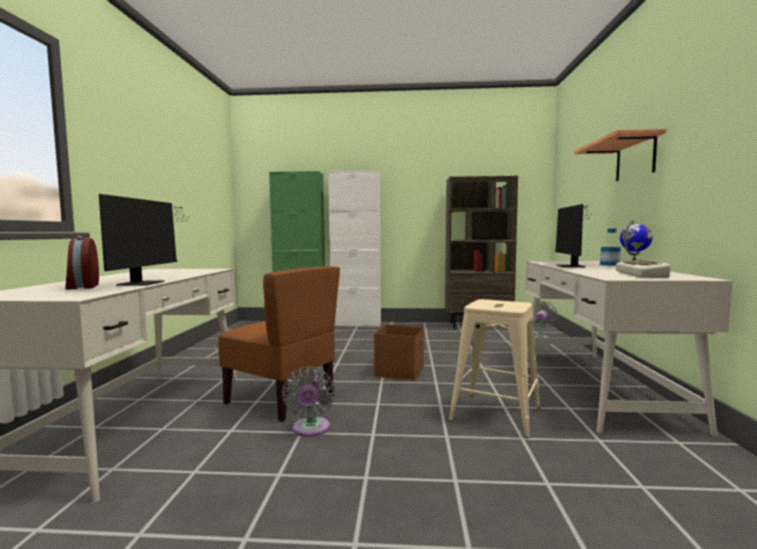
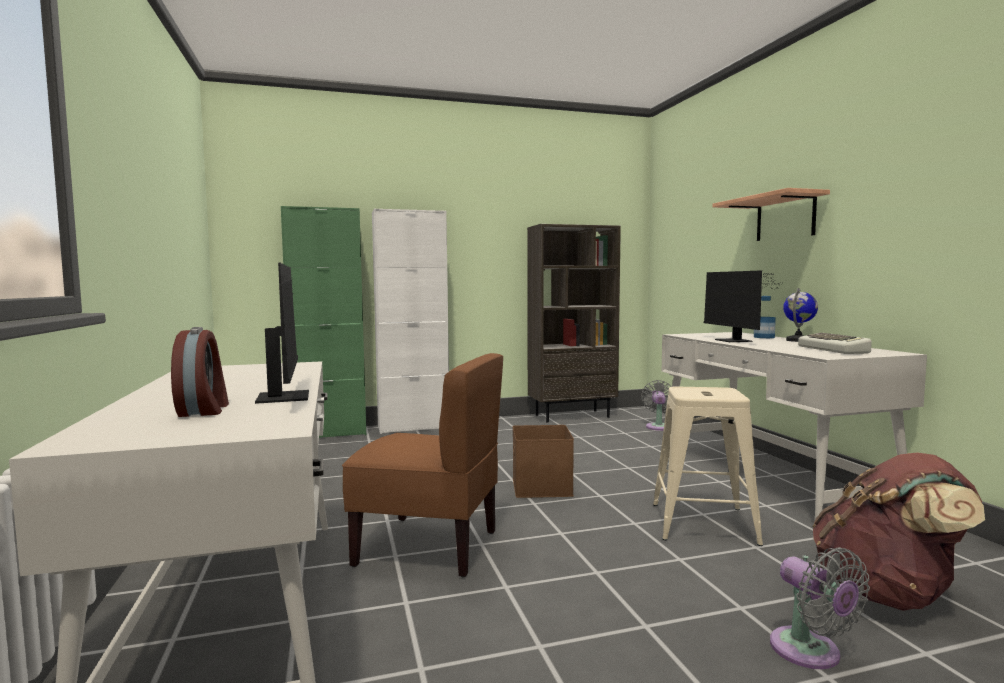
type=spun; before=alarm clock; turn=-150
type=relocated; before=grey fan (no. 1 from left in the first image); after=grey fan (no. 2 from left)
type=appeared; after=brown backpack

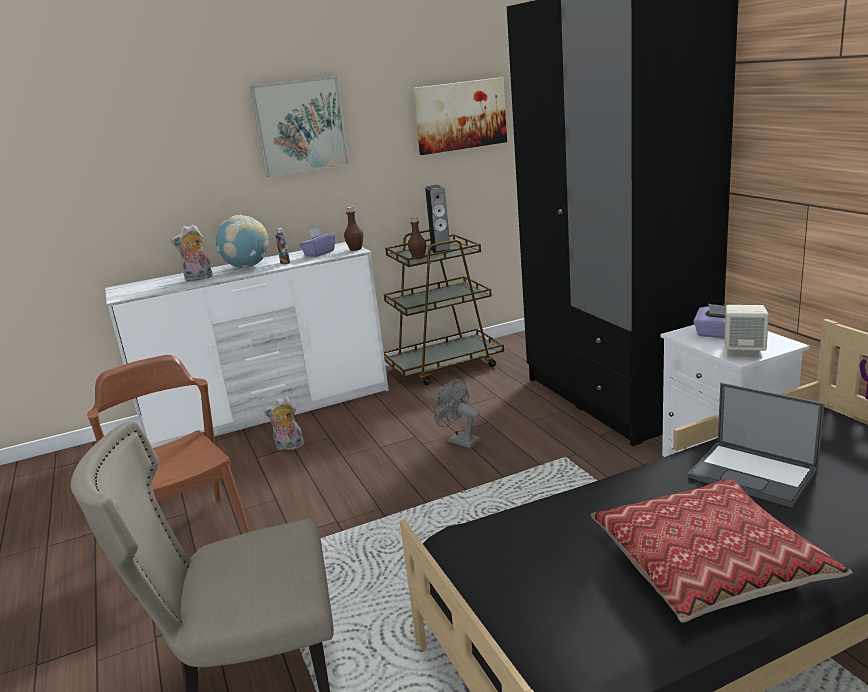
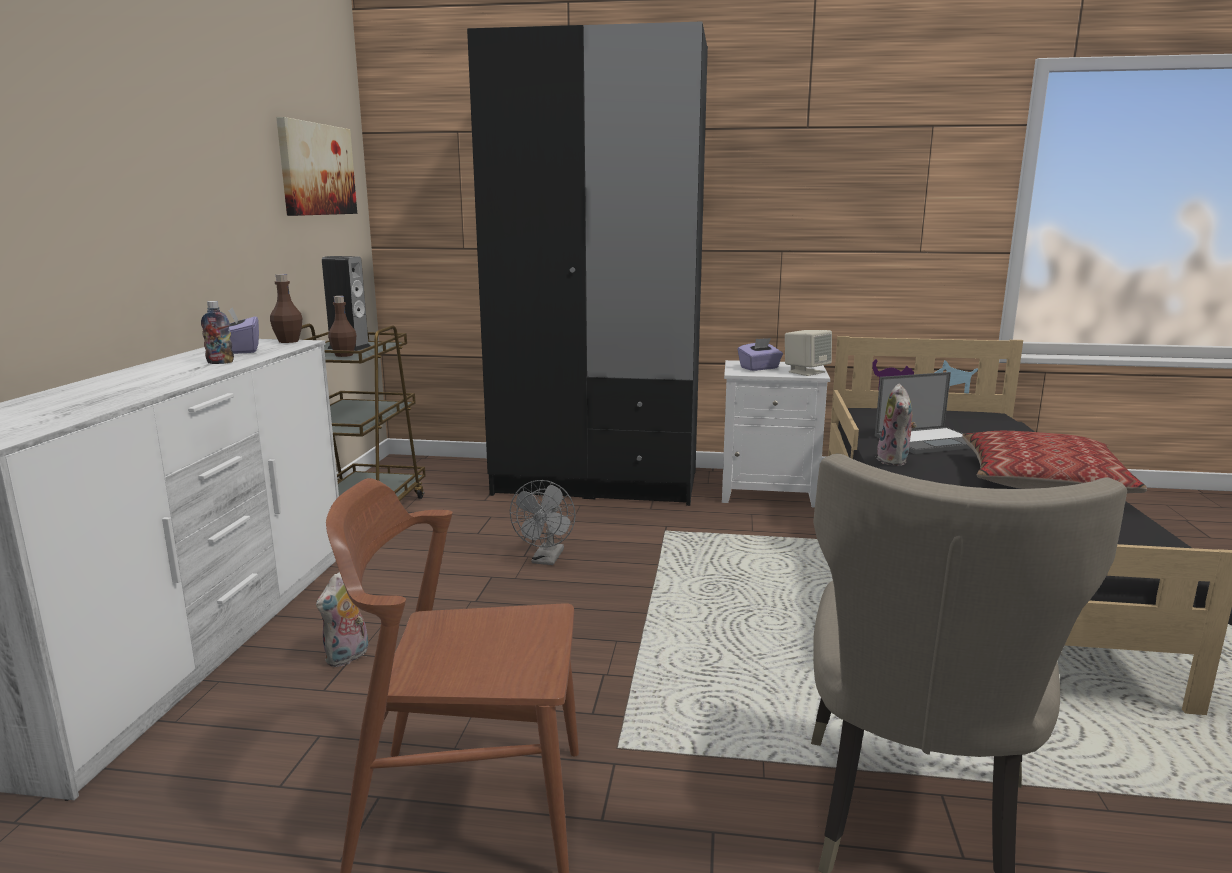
type=relocated; before=plush toy (no. 1 from left in the first image); after=plush toy (no. 2 from left)
type=missing; before=globe
type=missing; before=picture (no. 1 from left)
type=spun; before=grey fan; turn=-60

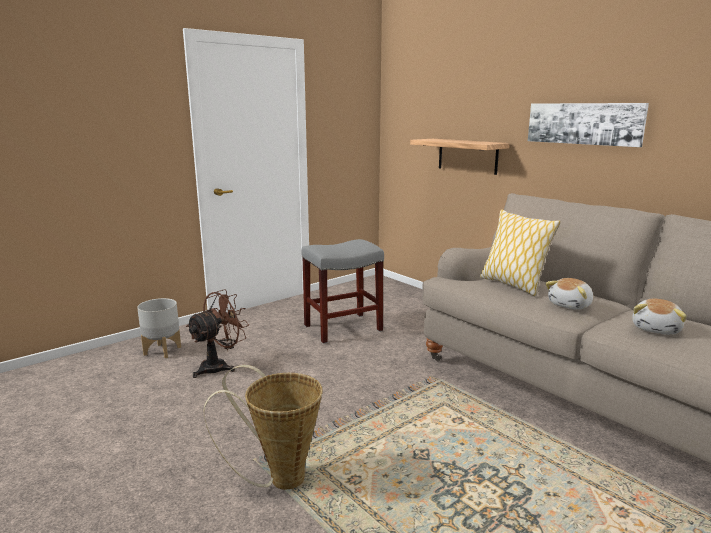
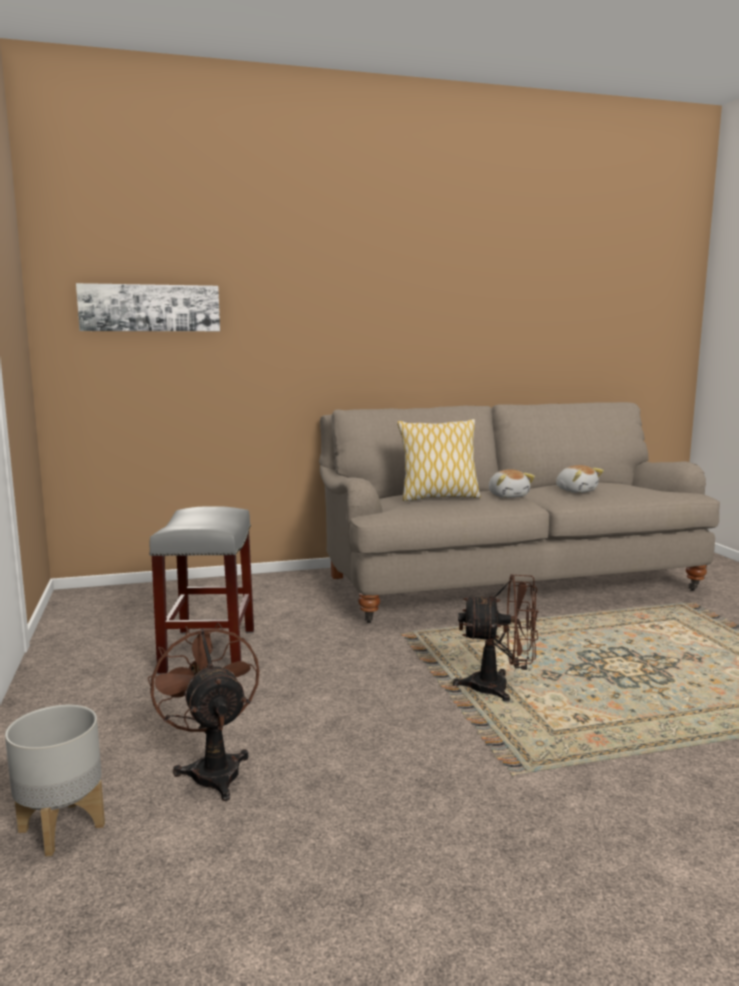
type=missing; before=basket
type=missing; before=shelf
type=relocated; before=picture
type=appeared; after=brown fan (no. 2 from left)

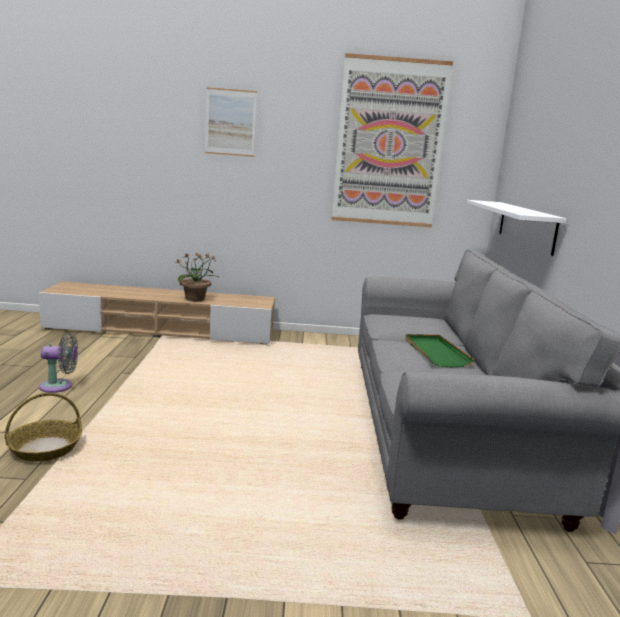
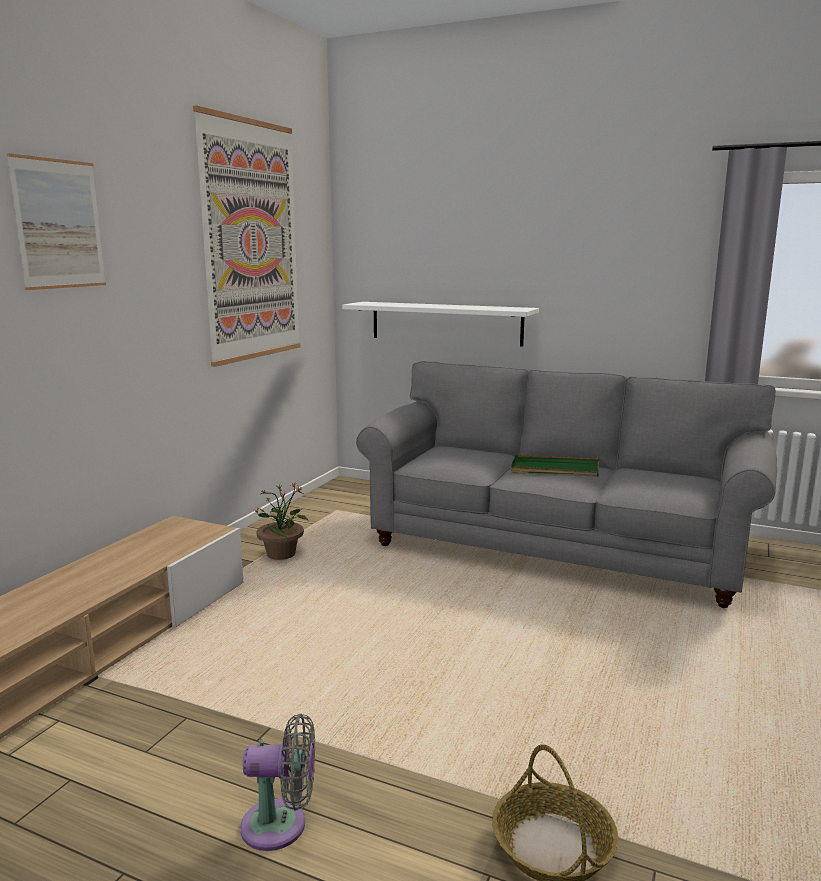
type=spun; before=grey fan; turn=75
type=relocated; before=potted plant

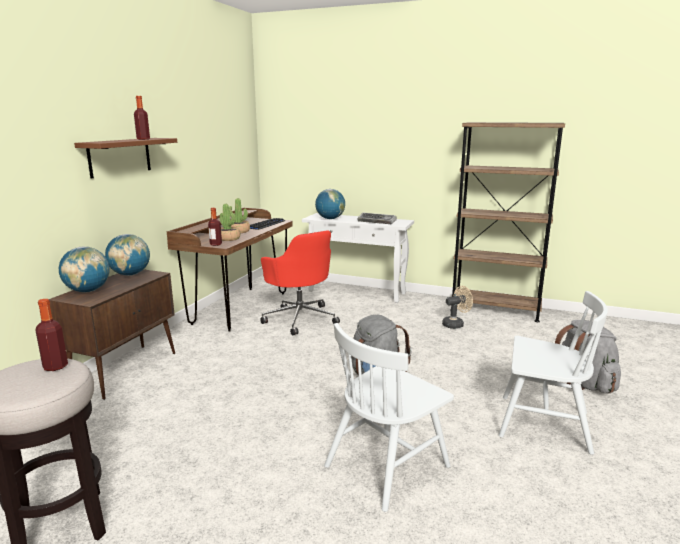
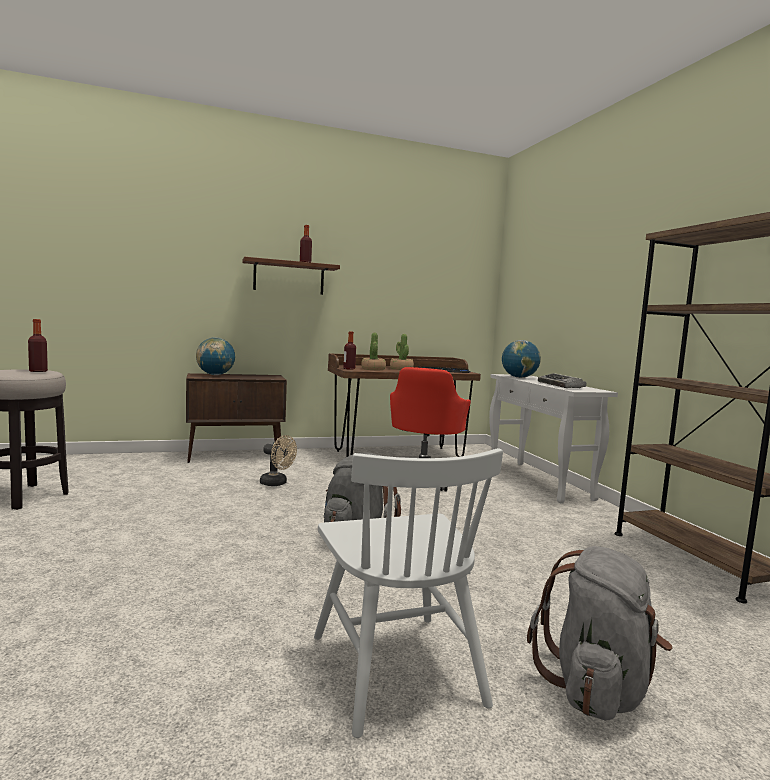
type=missing; before=globe (no. 2 from left)
type=missing; before=white chair (no. 1 from left)
type=relocated; before=beige fan

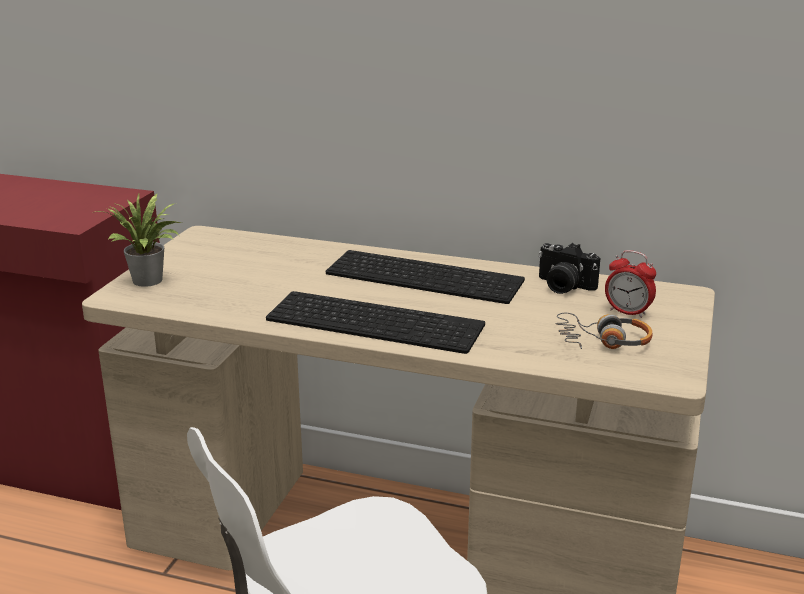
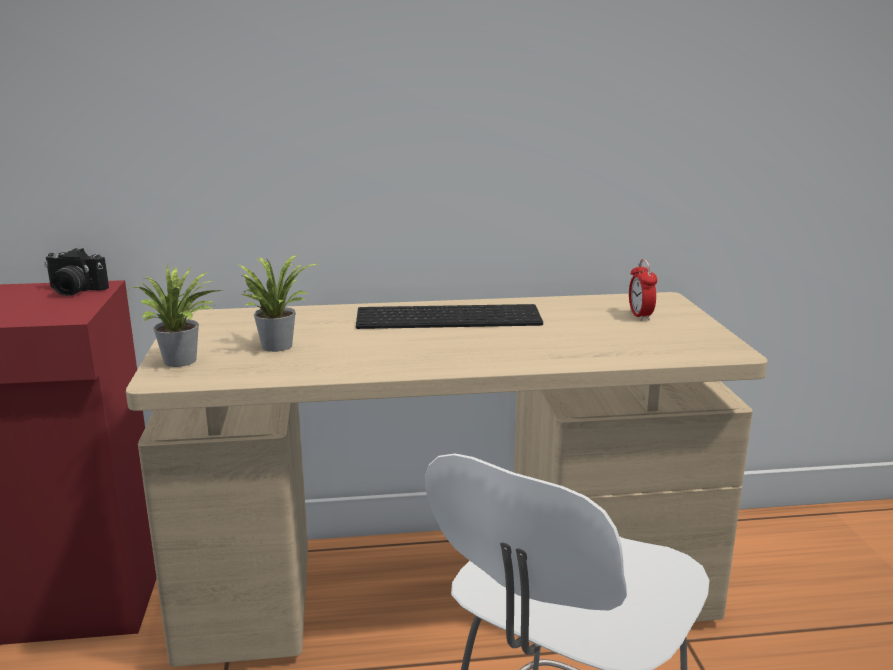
type=missing; before=keyboard (no. 1 from left)
type=relocated; before=photo camera
type=missing; before=headphones
type=spun; before=alarm clock; turn=75
type=appeared; after=potted plant (no. 2 from left)

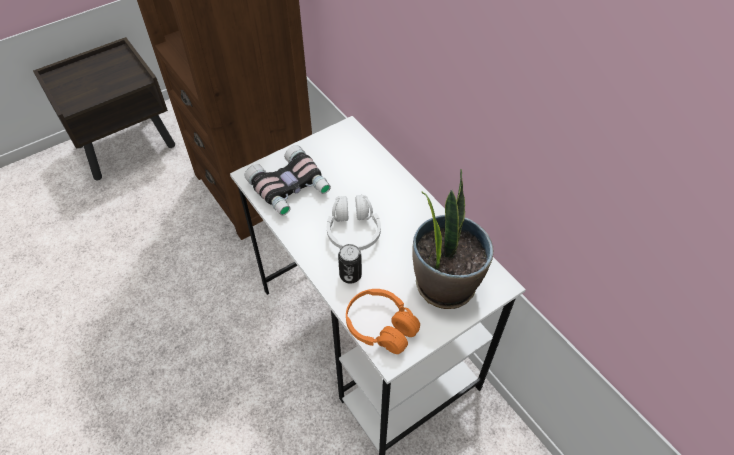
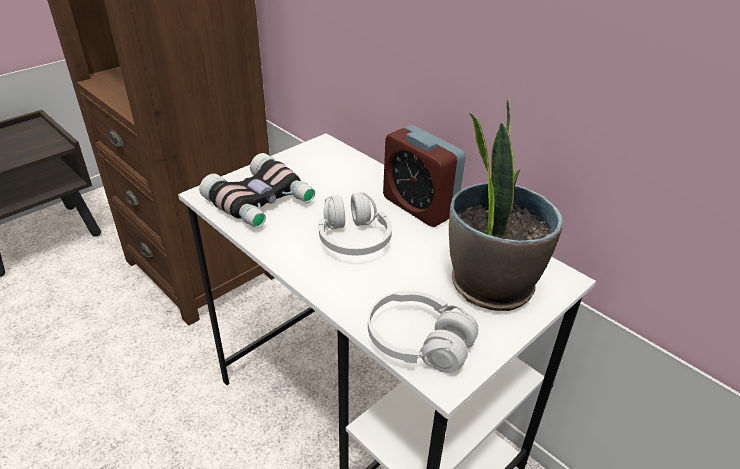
type=missing; before=can
type=colour; before=orange headphones; after=white headphones (no. 2 from left)
type=appeared; after=alarm clock

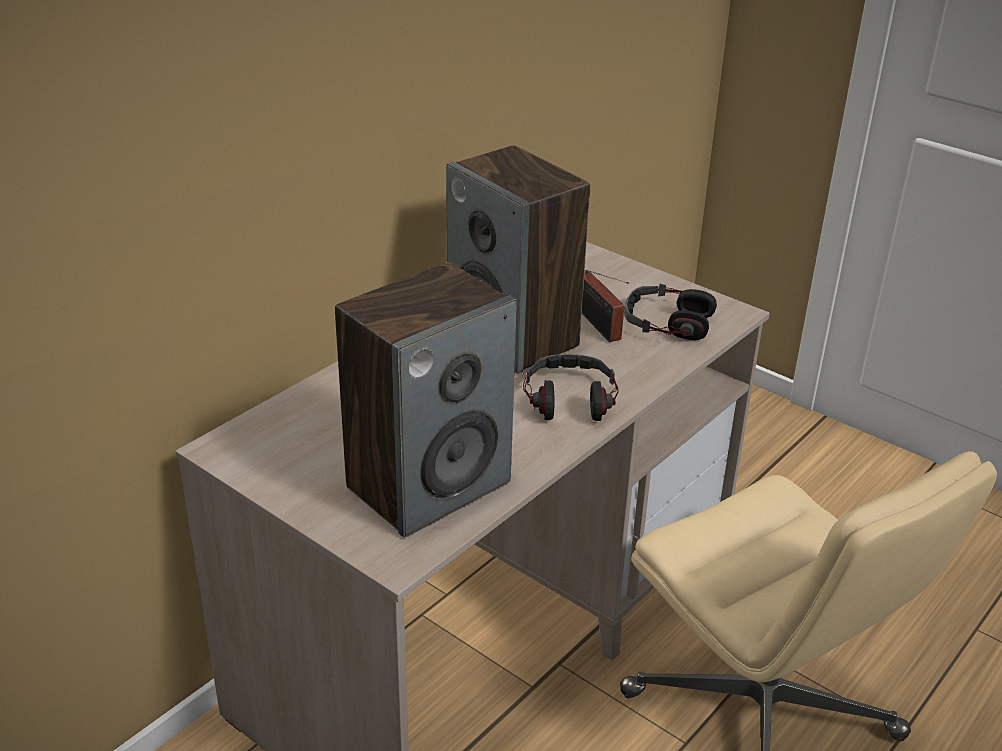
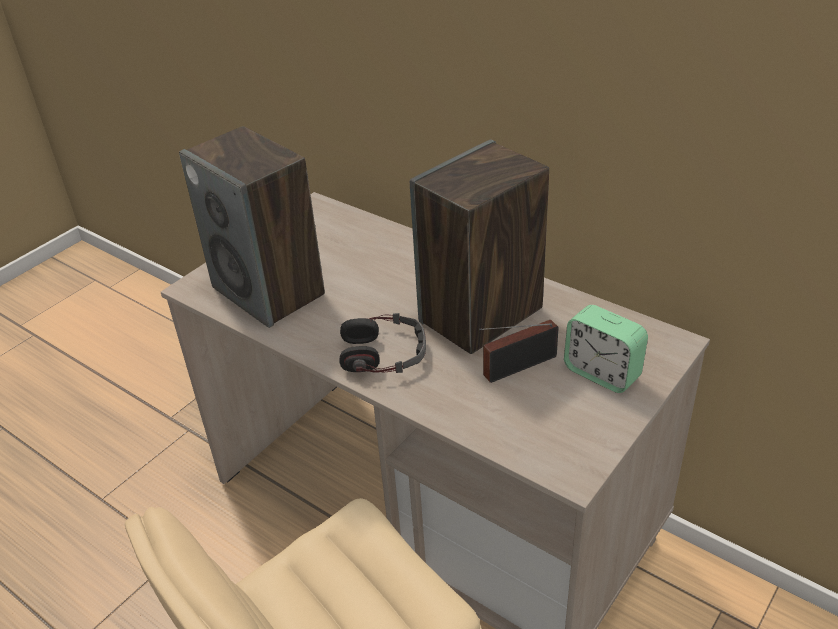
type=missing; before=headphones (no. 2 from left)
type=appeared; after=alarm clock

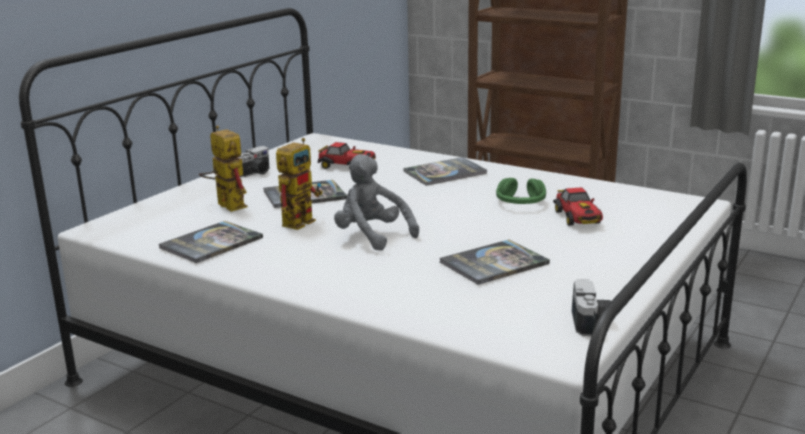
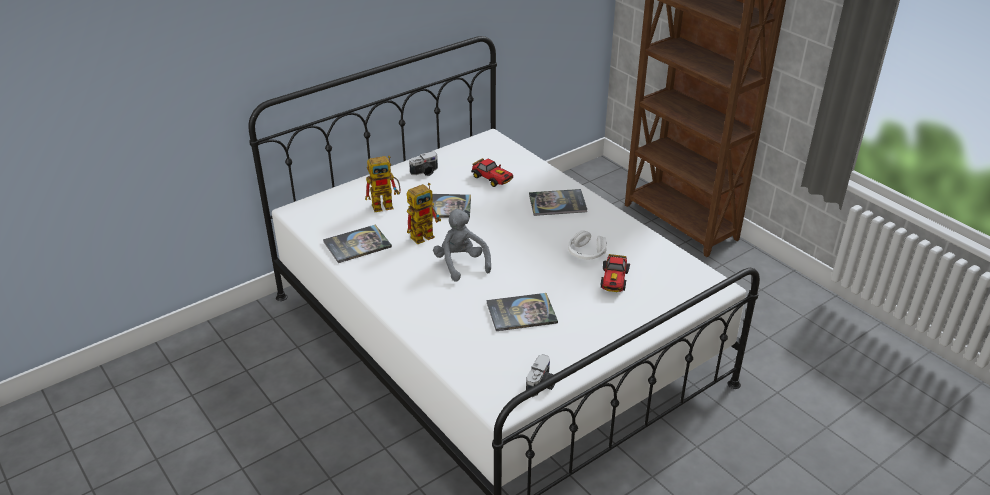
type=spun; before=toy robot (no. 1 from left); turn=90
type=colour; before=green headphones; after=white headphones

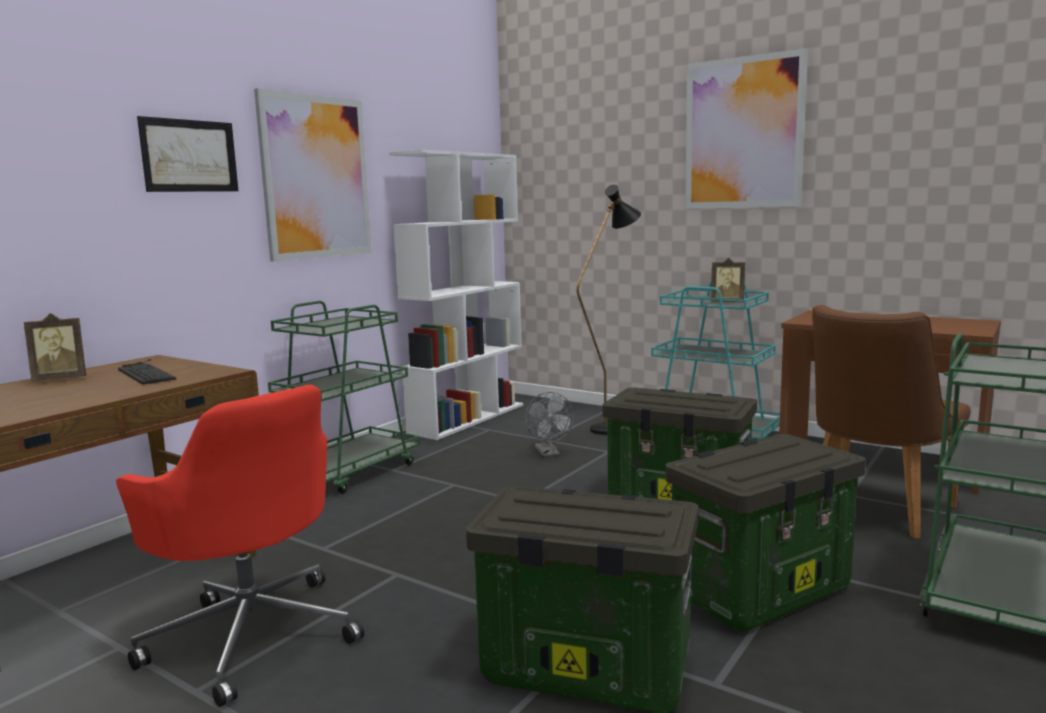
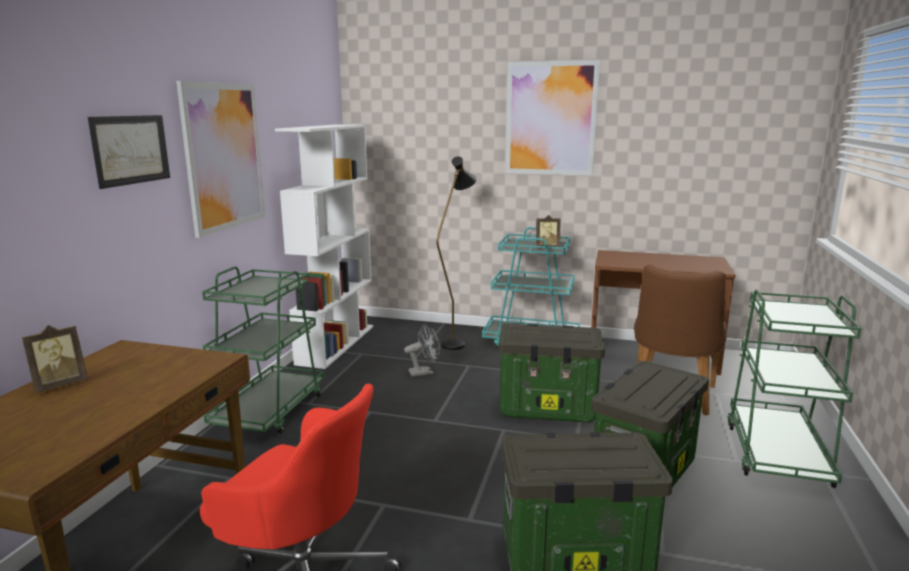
type=missing; before=keyboard
type=spun; before=grey fan; turn=-75

